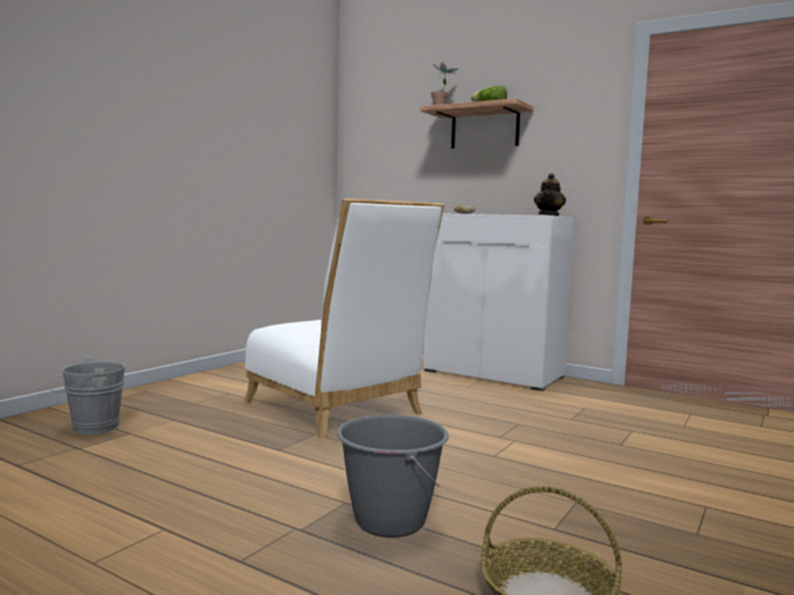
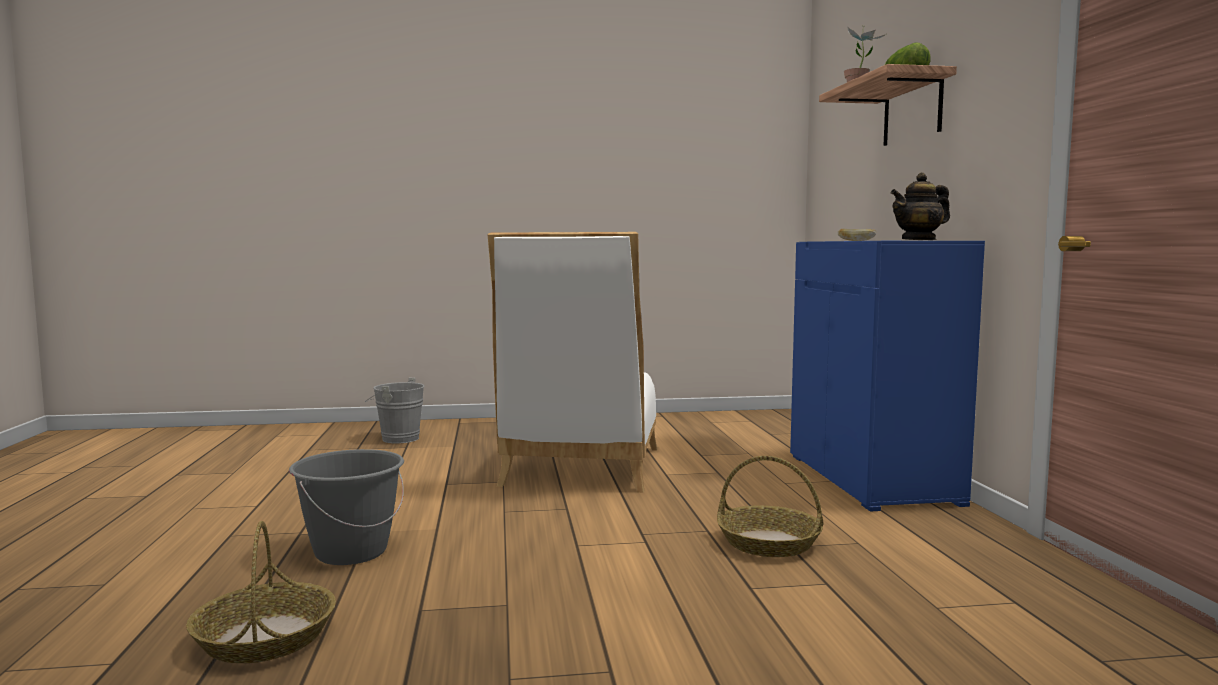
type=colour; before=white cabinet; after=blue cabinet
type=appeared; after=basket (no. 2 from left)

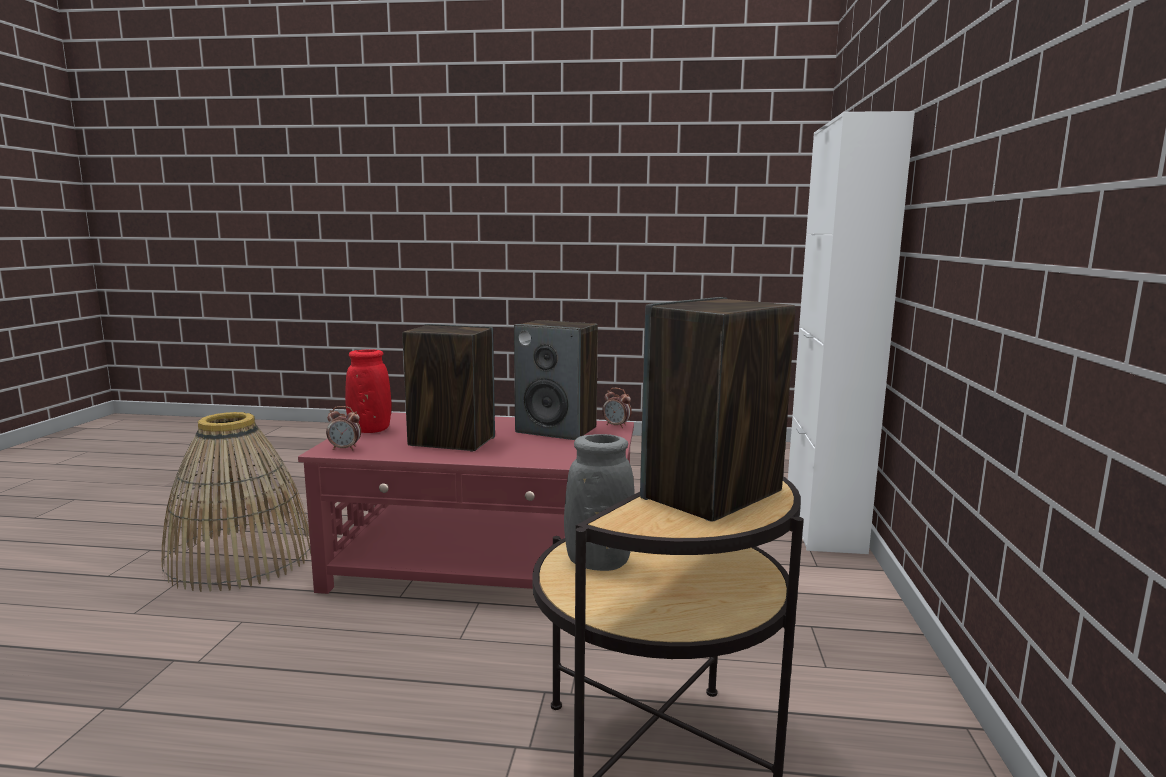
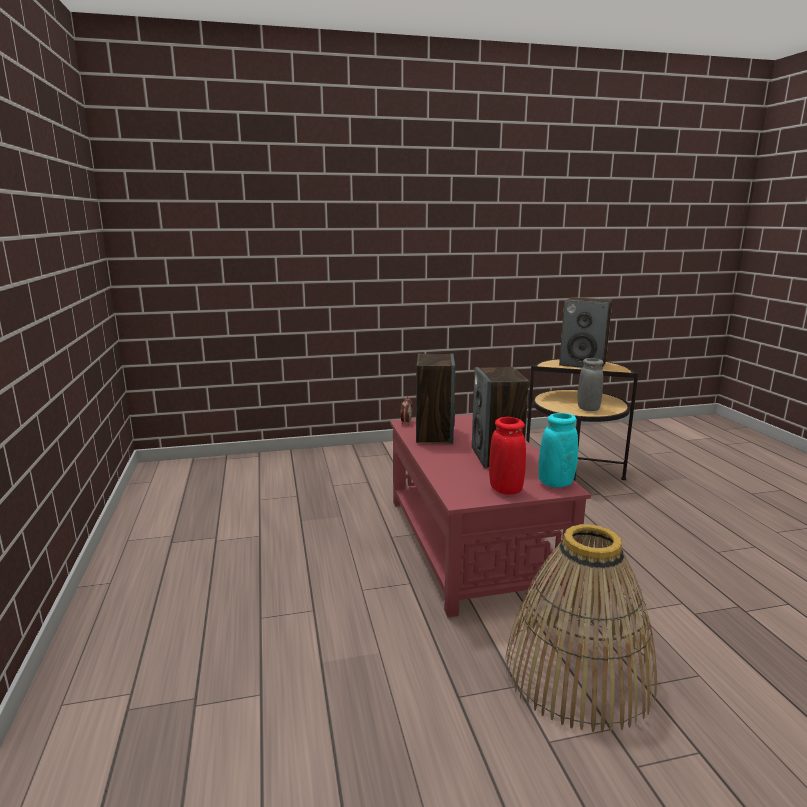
type=exchanged; before=alarm clock (no. 1 from left); after=turquoise vase
type=missing; before=white cabinet

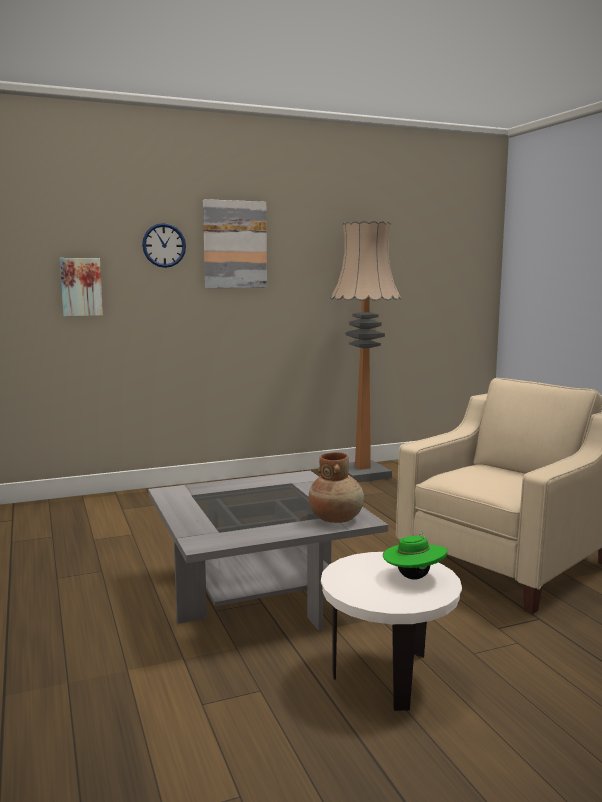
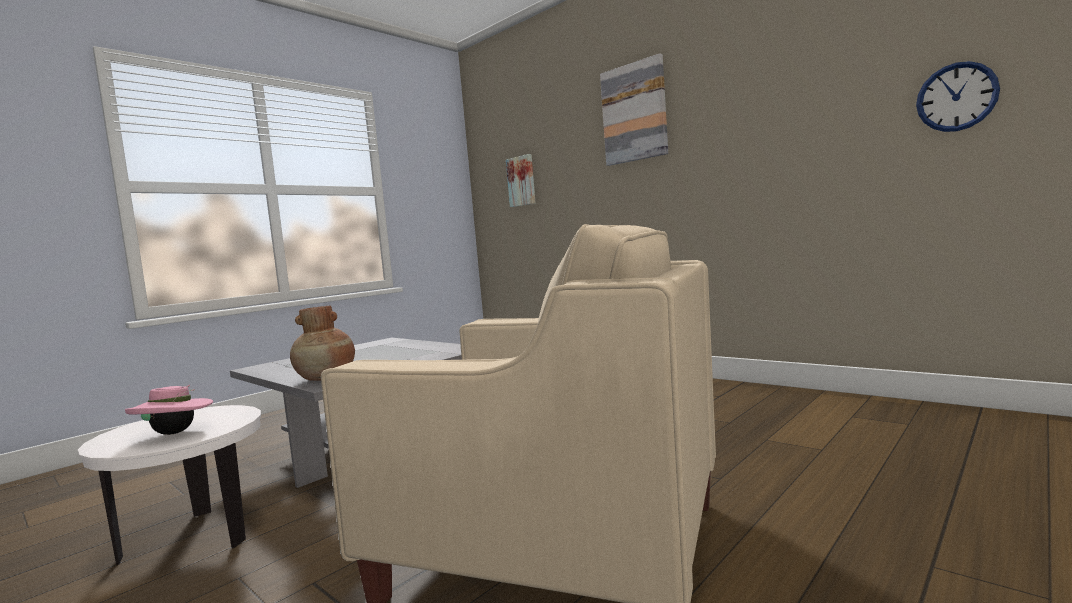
type=relocated; before=wall clock
type=missing; before=floor lamp
type=colour; before=green hat; after=pink hat

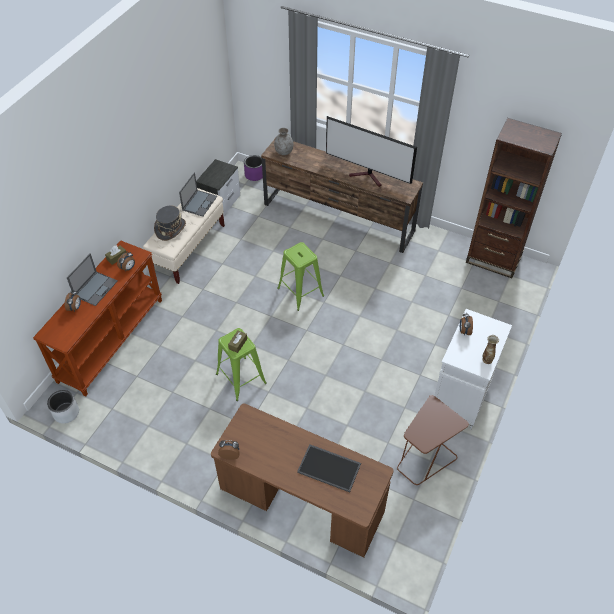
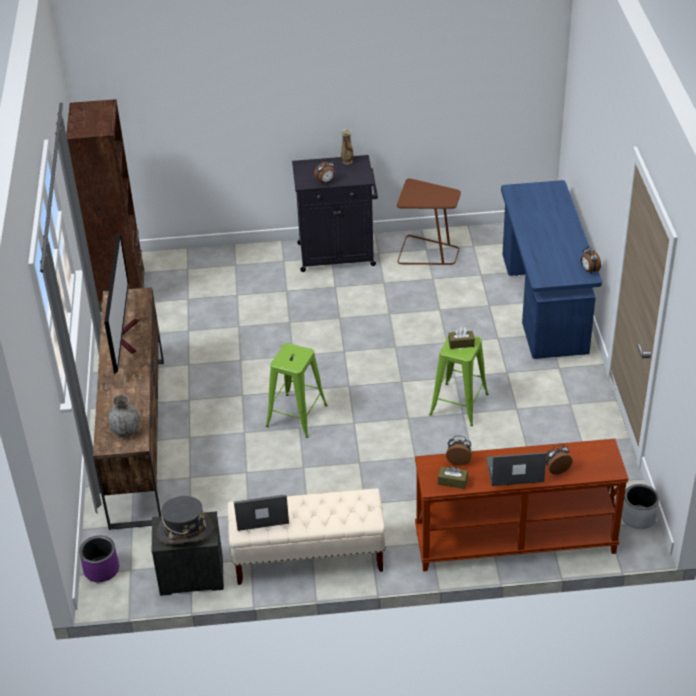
type=relocated; before=grey hat
type=colour; before=brown desk; after=blue desk
type=missing; before=tray
type=colour; before=white cabinet; after=black cabinet

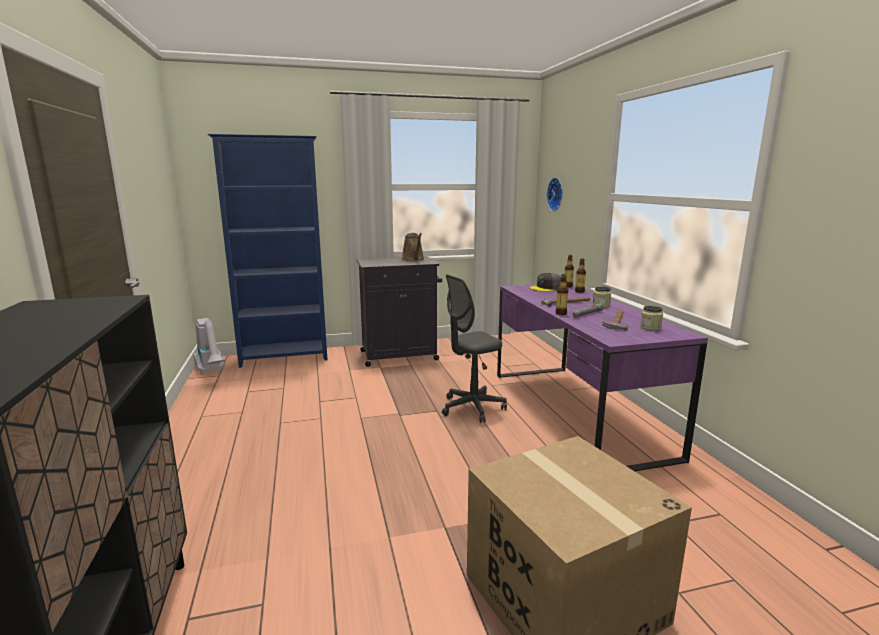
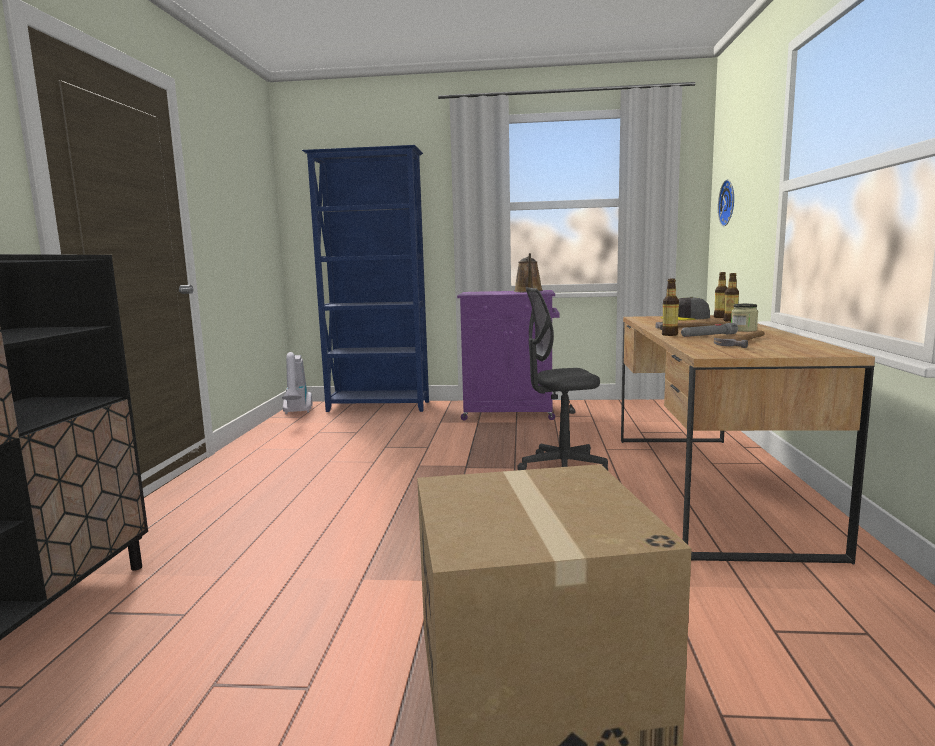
type=colour; before=black cabinet (no. 2 from left); after=purple cabinet
type=colour; before=purple desk; after=brown desk
type=missing; before=jar (no. 2 from left)

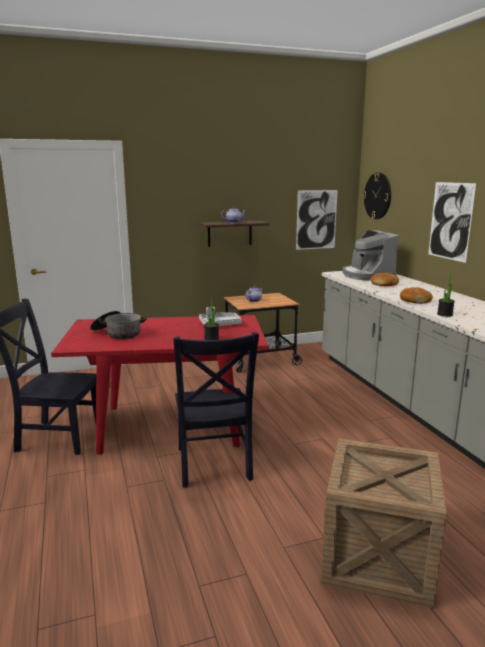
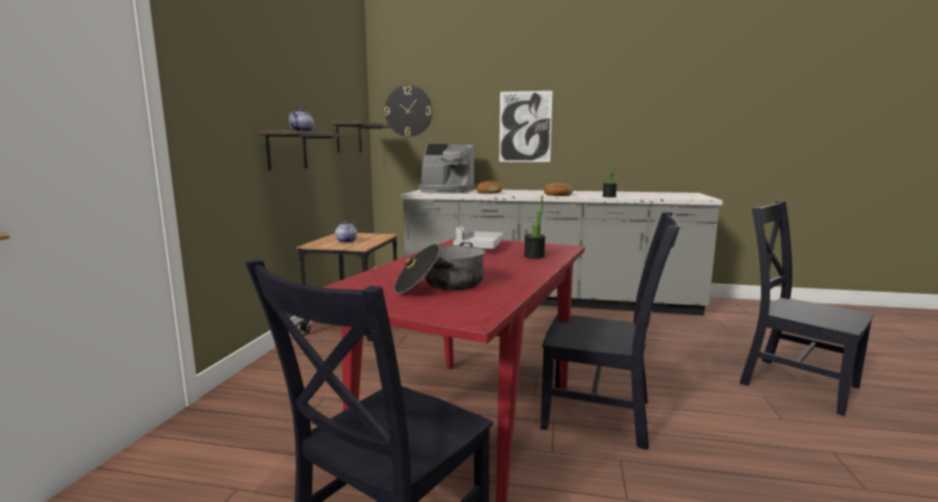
type=exchanged; before=picture (no. 1 from left); after=shelf (no. 2 from left)
type=exchanged; before=crate; after=black chair (no. 3 from left)

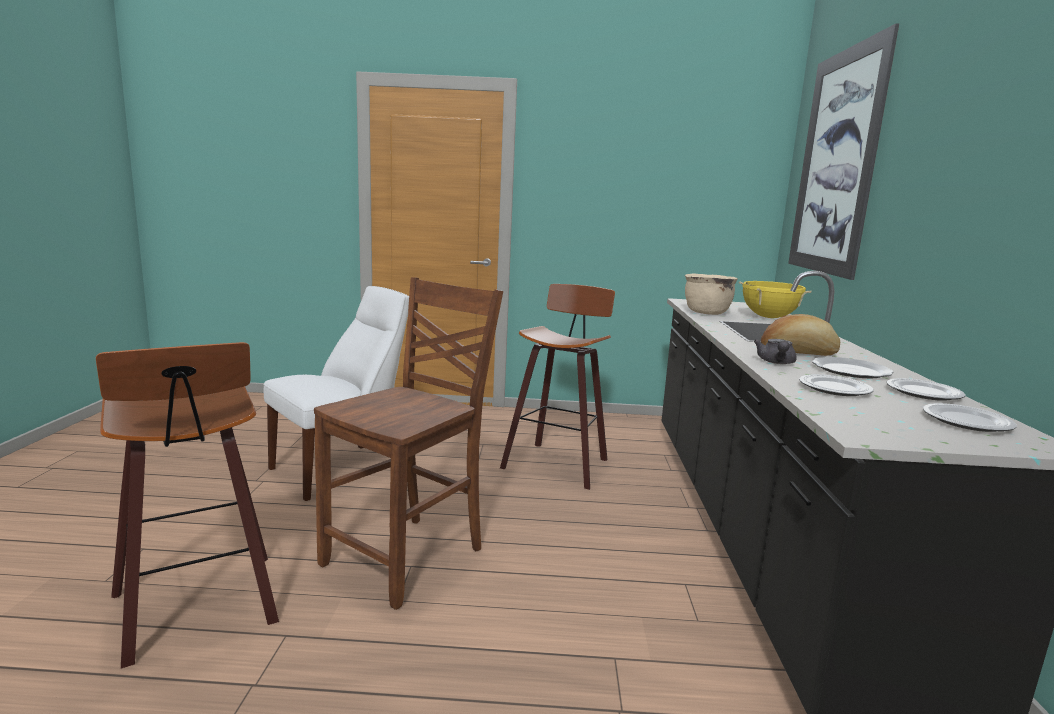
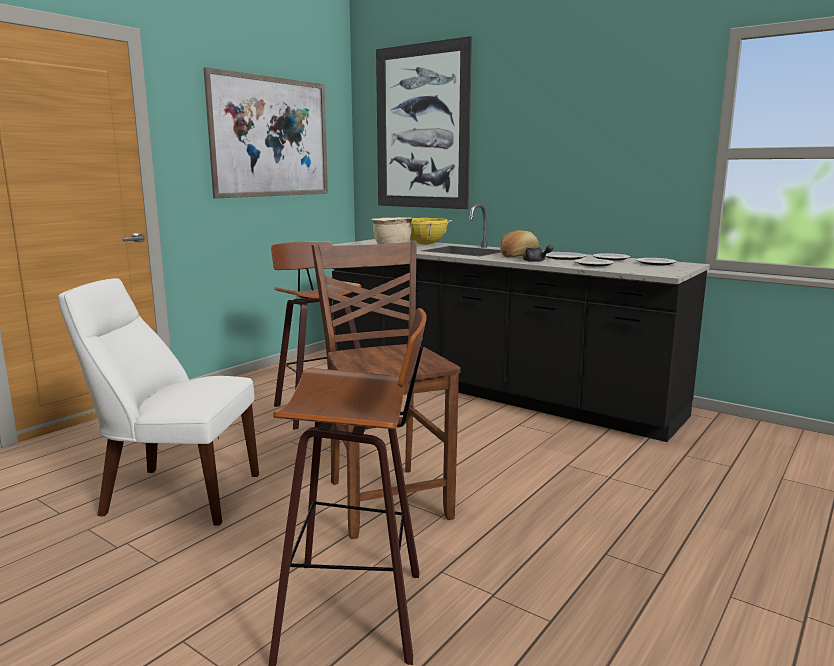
type=spun; before=white chair; turn=-75
type=appeared; after=picture (no. 1 from left)

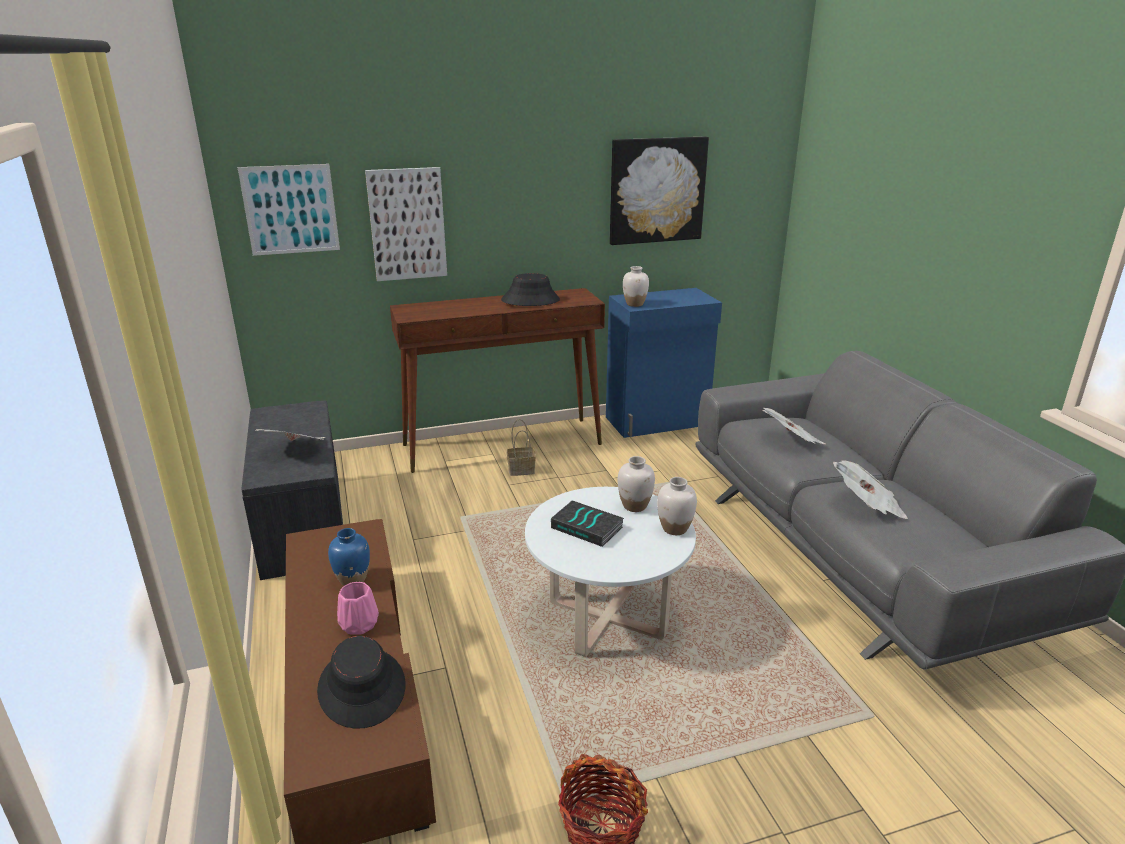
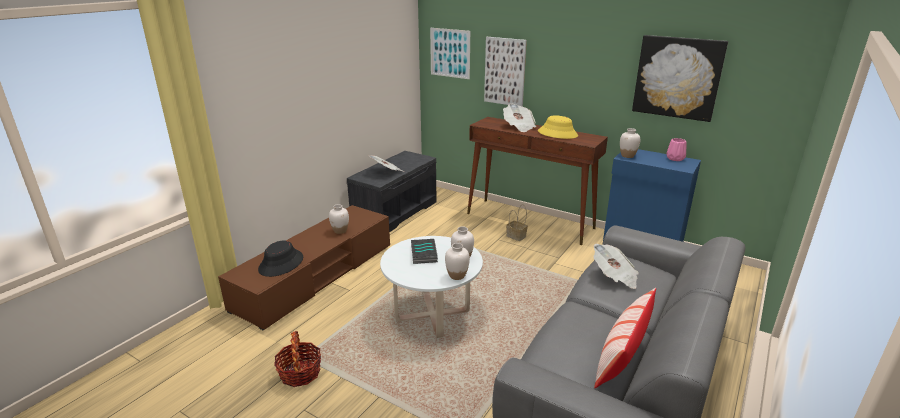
type=colour; before=blue vase; after=white vase (no. 1 from left)
type=relocated; before=pink vase
type=colour; before=black hat (no. 2 from left); after=yellow hat
type=relocated; before=newspaper (no. 3 from left in the first image); after=newspaper (no. 2 from left)
type=appeared; after=pillow

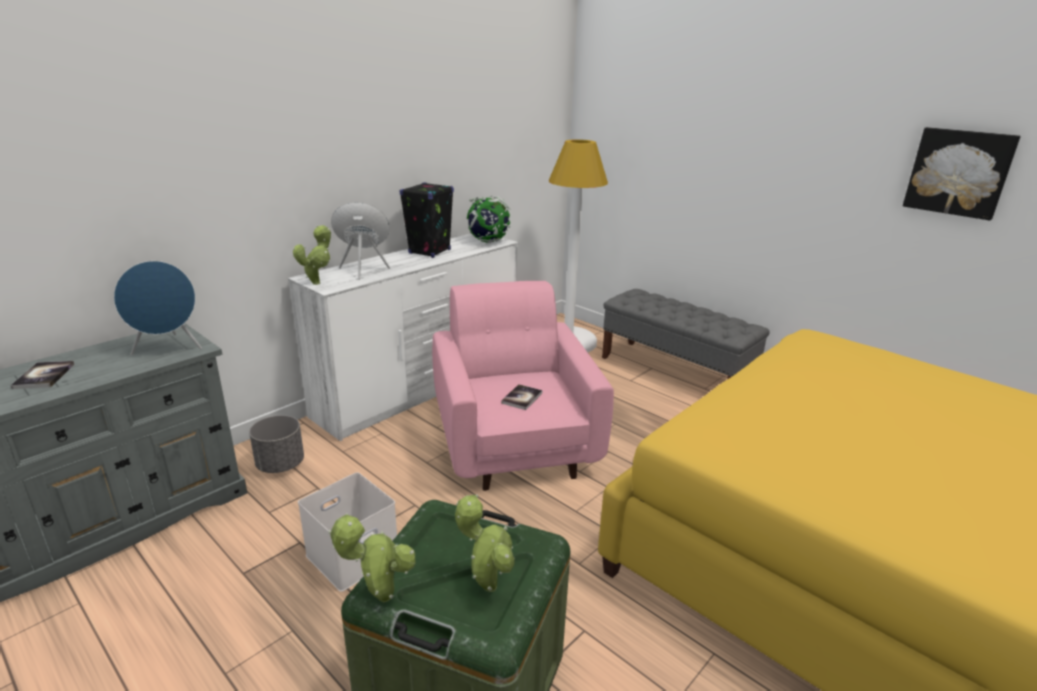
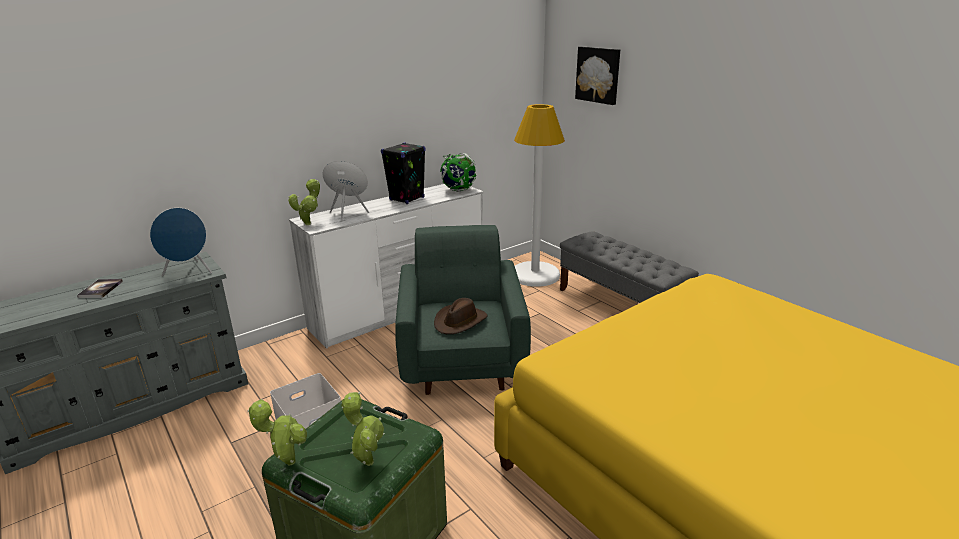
type=missing; before=grey planter
type=colour; before=pink armchair; after=green armchair
type=exchanged; before=book (no. 2 from left); after=brown hat
type=relocated; before=picture

